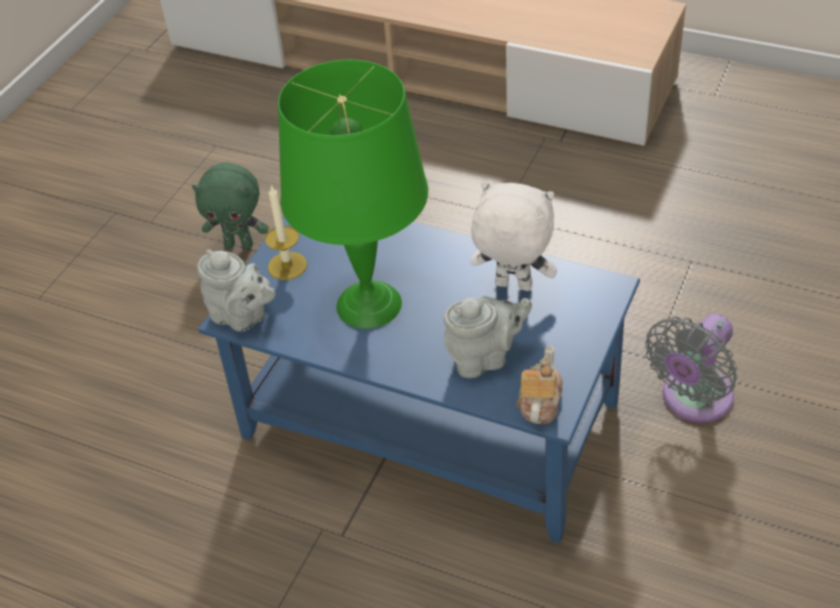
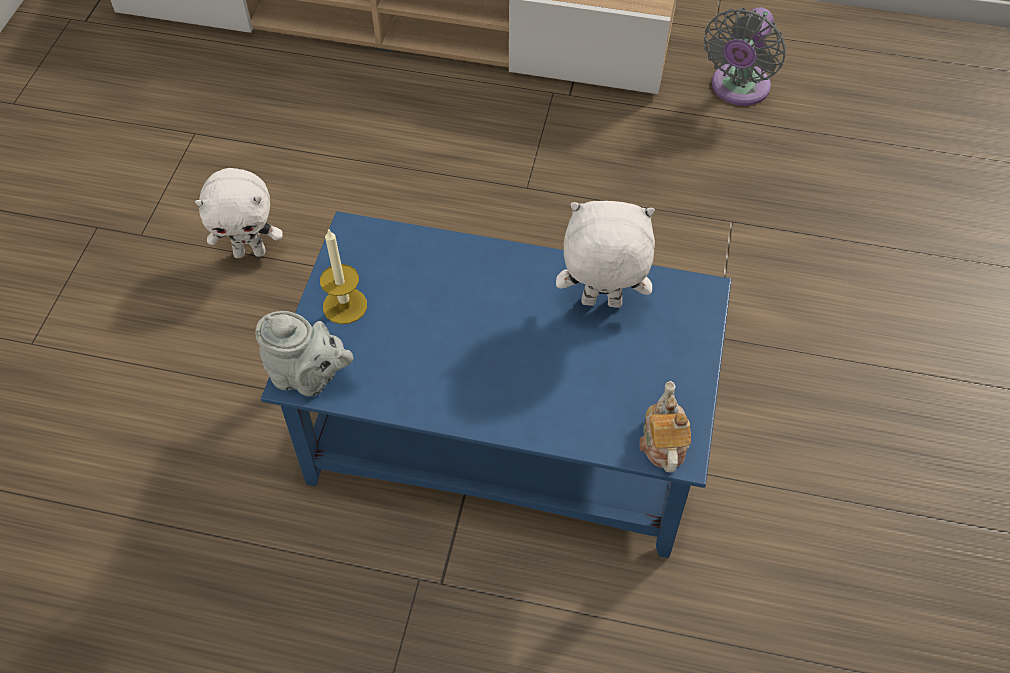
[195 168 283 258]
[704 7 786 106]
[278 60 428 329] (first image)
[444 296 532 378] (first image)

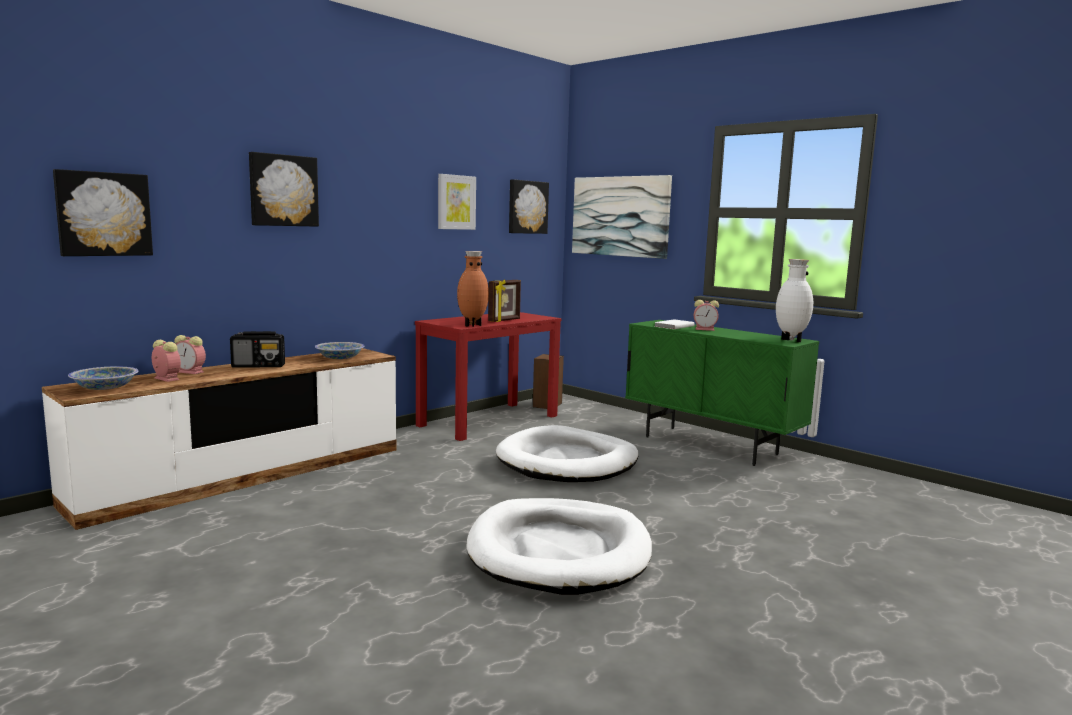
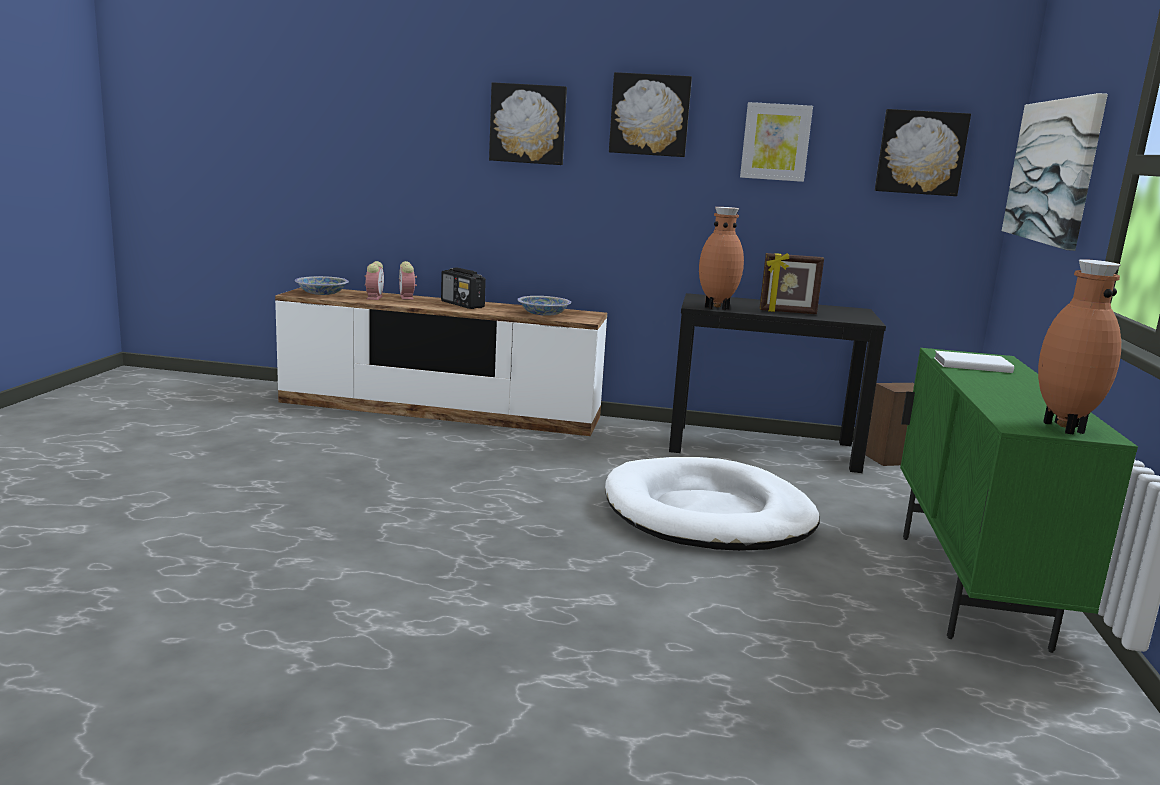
[609 72 692 157]
[669 293 886 473]
[1038 259 1121 434]
[466 498 652 595] (first image)
[694 300 719 331] (first image)

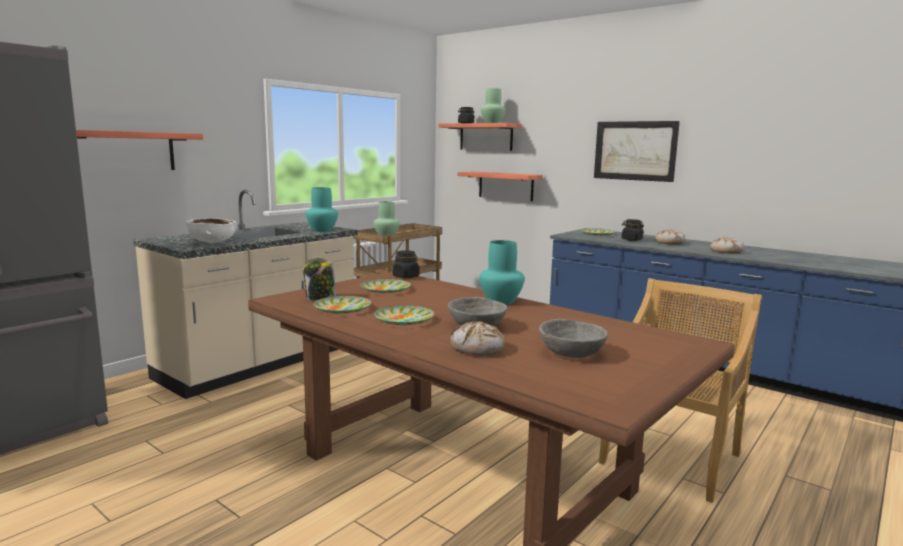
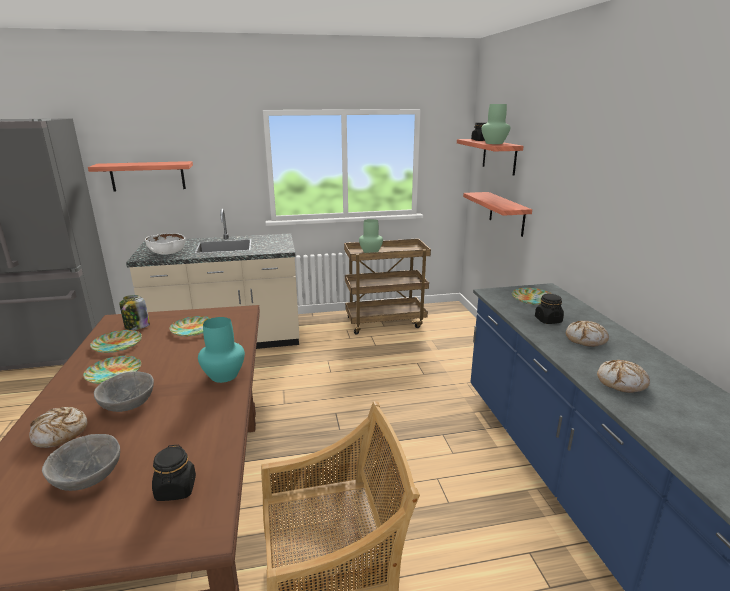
[152 445 196 501]
[306 187 338 232] (first image)
[594 121 680 182] (first image)

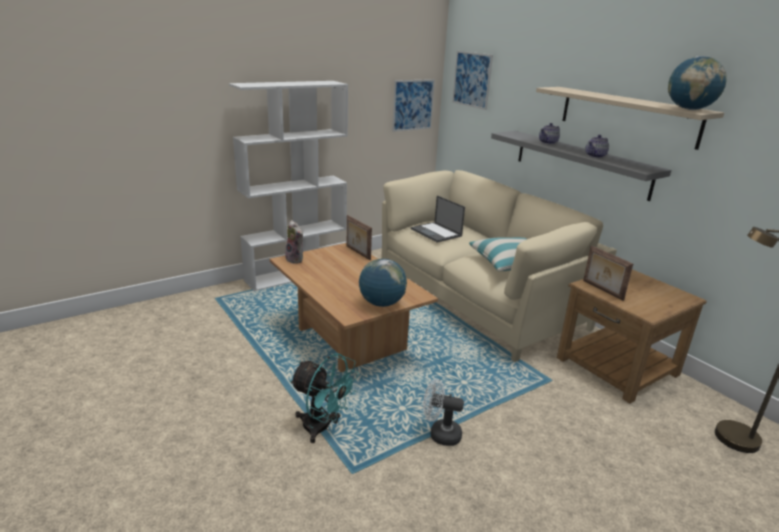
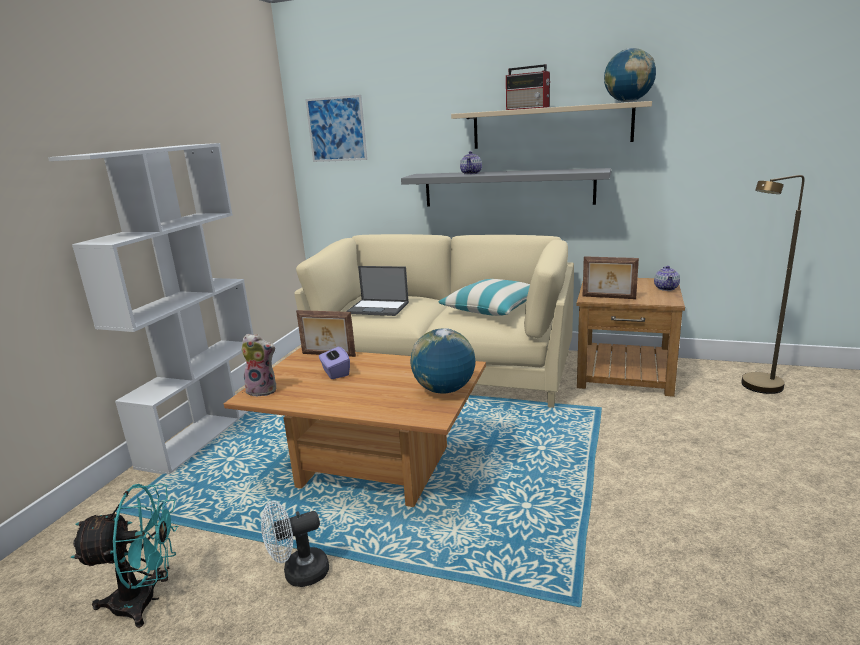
[71 484 179 628]
[261 501 329 587]
[319 347 350 379]
[506 64 550 110]
[654 266 680 291]
[392 79 435 132] (first image)

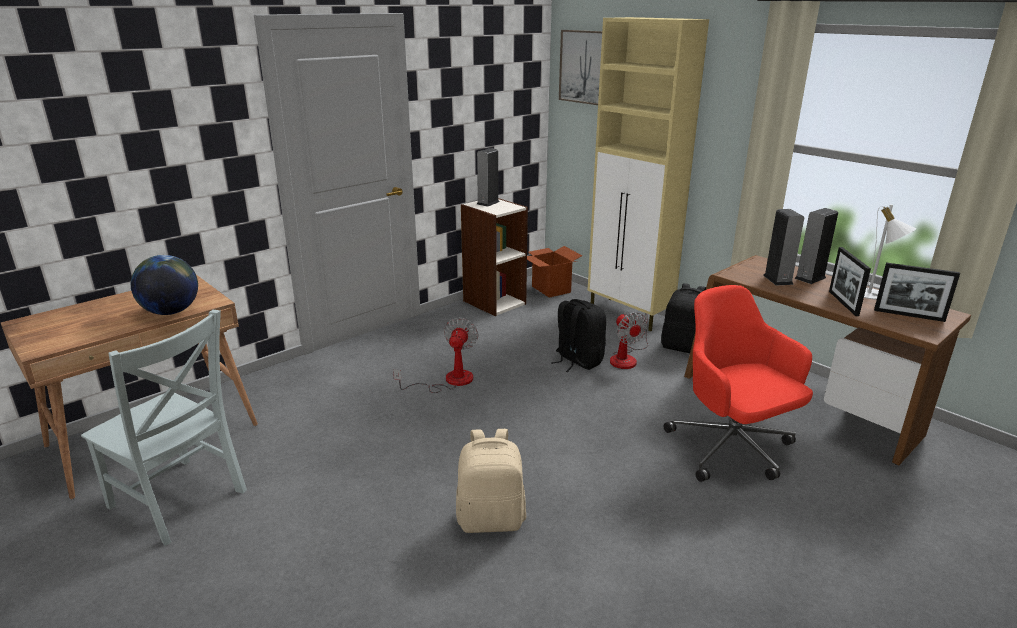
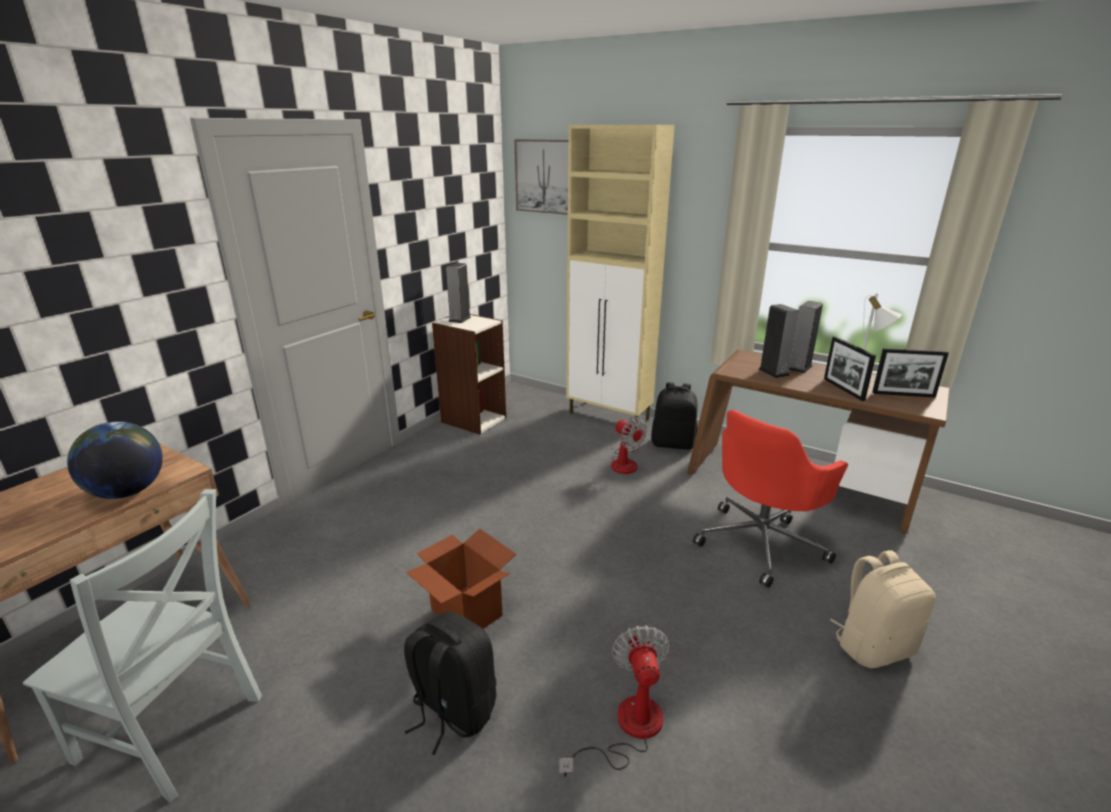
[404 612 496 755]
[406 529 516 629]
[559 625 670 777]
[693 410 848 588]
[830 550 936 668]

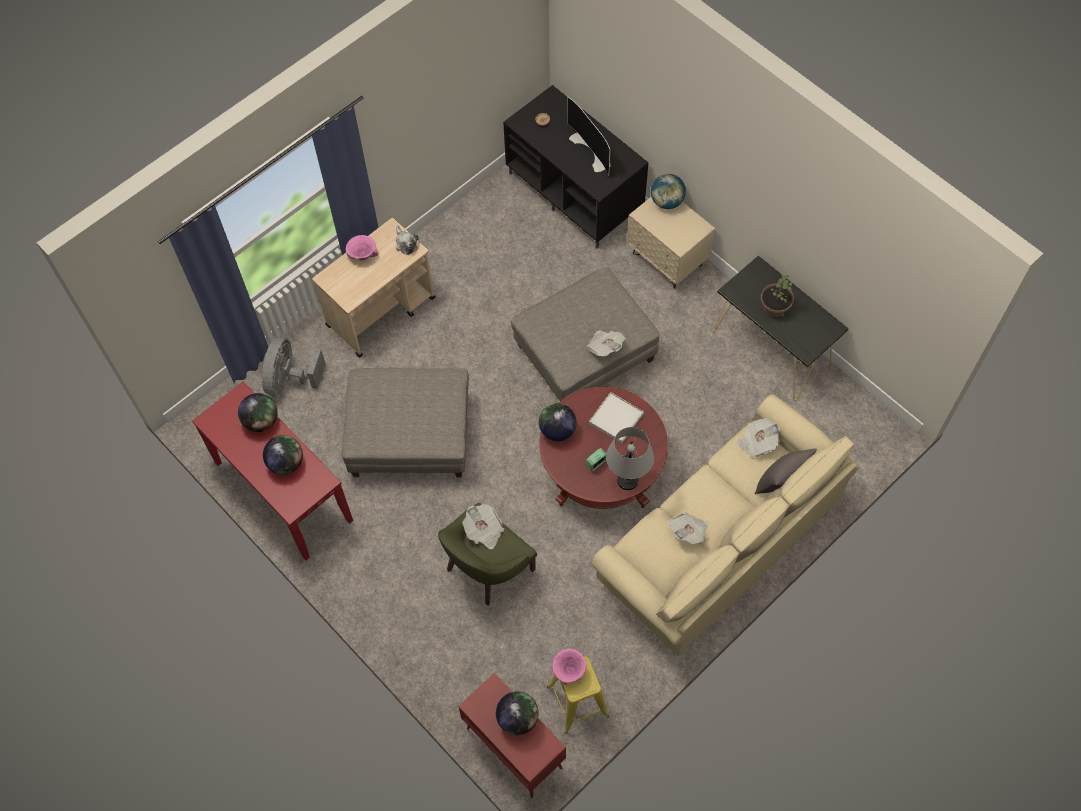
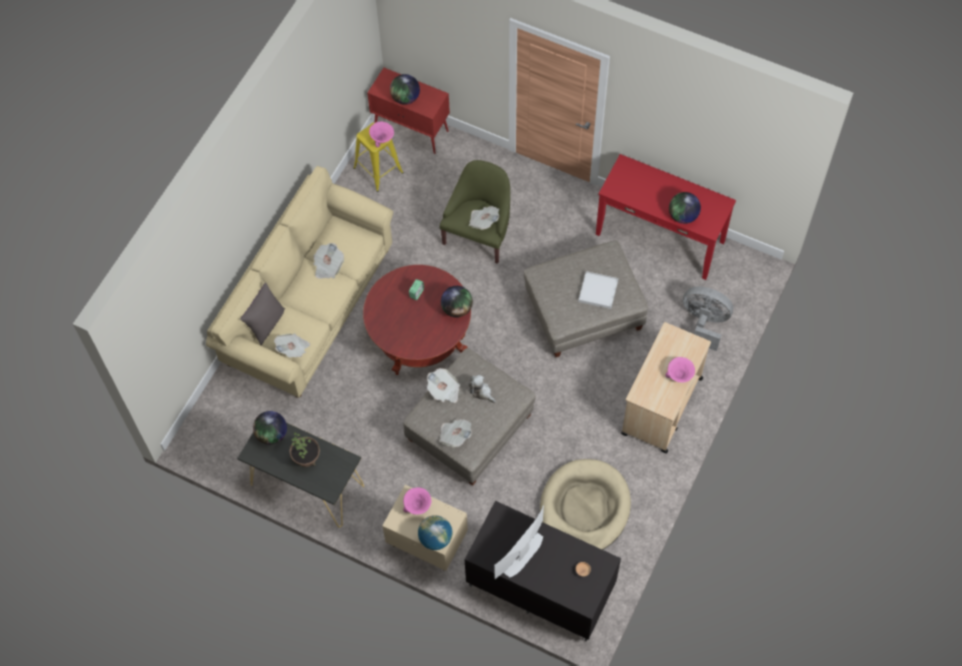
[253 411 287 445]
[403 487 432 515]
[439 419 472 447]
[469 374 496 403]
[494 506 544 579]
[540 459 631 550]
[578 271 618 309]
[683 286 733 351]
[606 427 654 490] (first image)

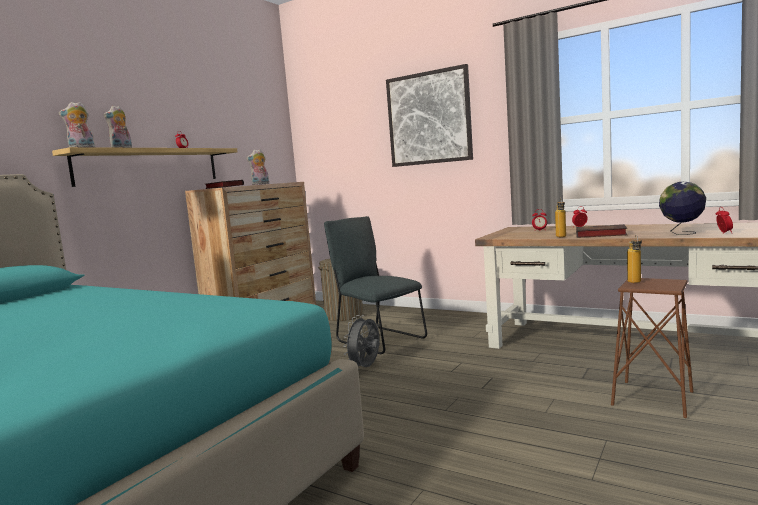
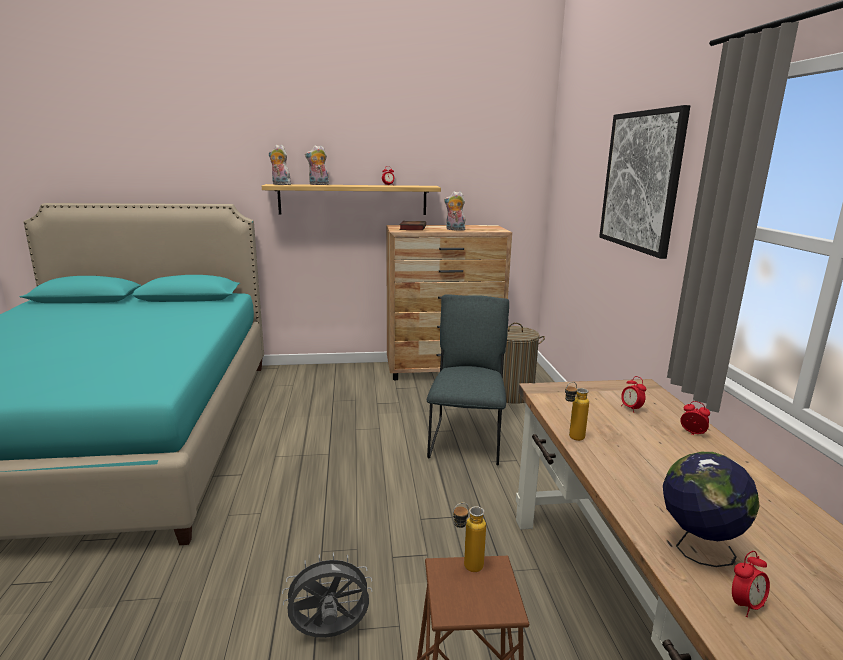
[282 552 372 638]
[576 224 627 238] (first image)

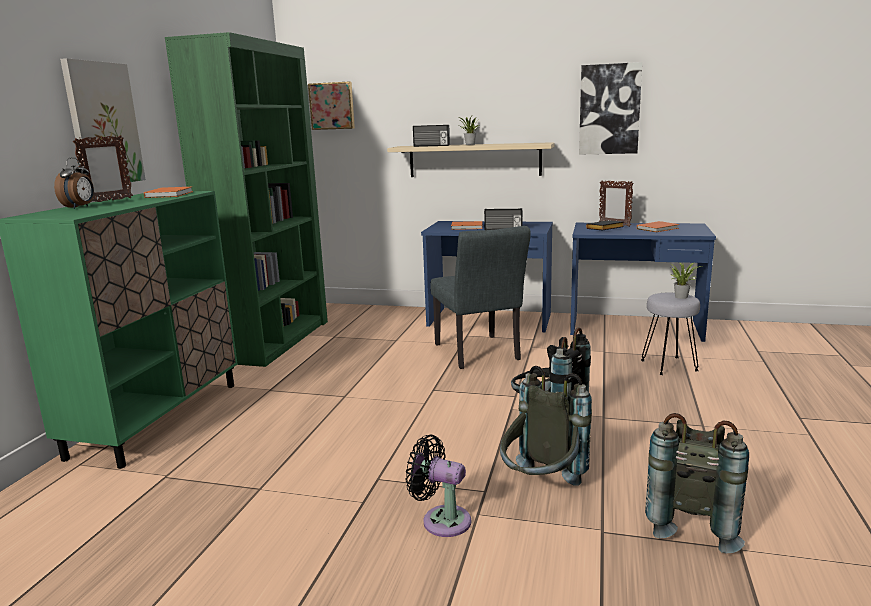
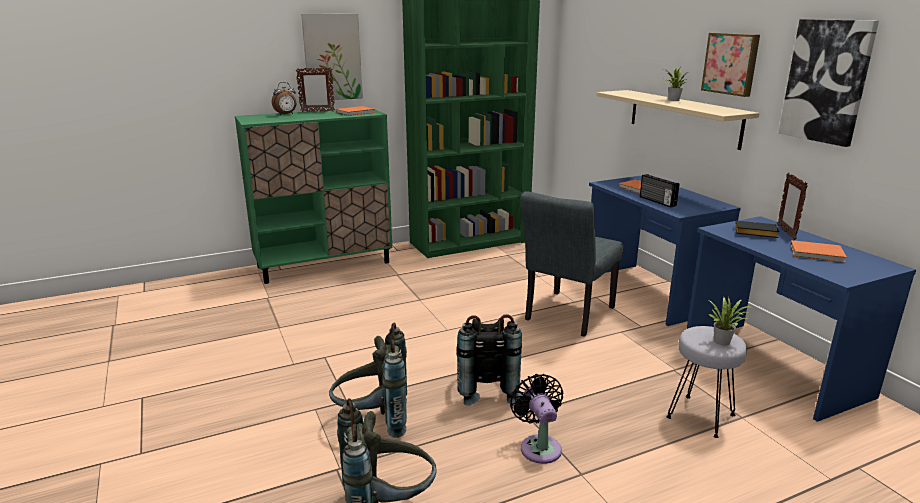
[510 374 563 464]
[701 33 760 97]
[413 125 450 147] (first image)

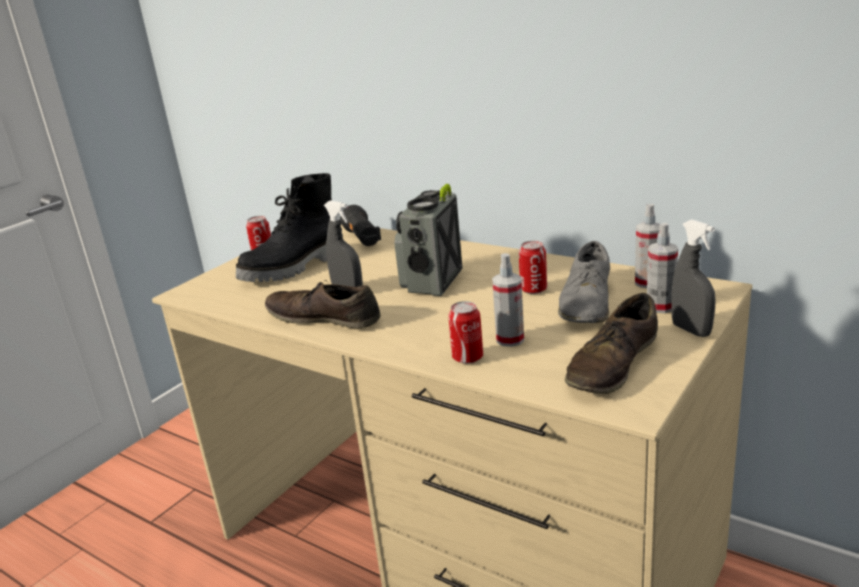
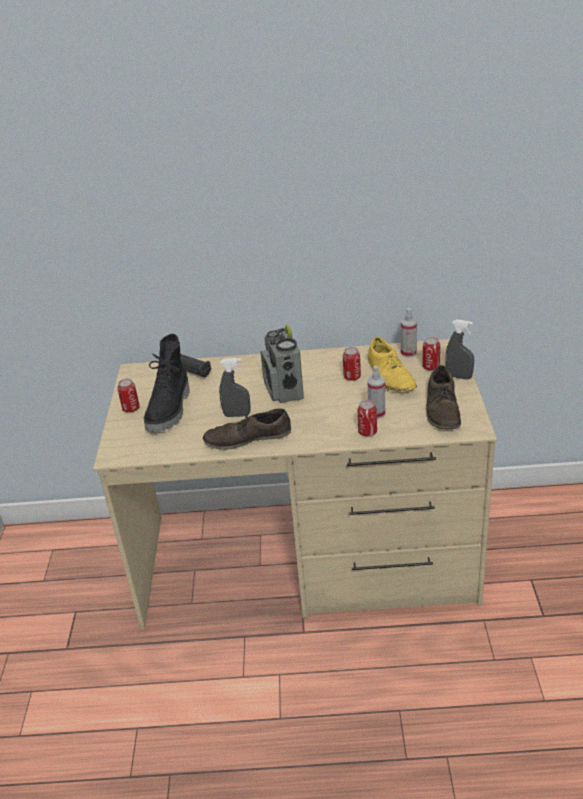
[368 337 417 392]
[422 337 440 371]

